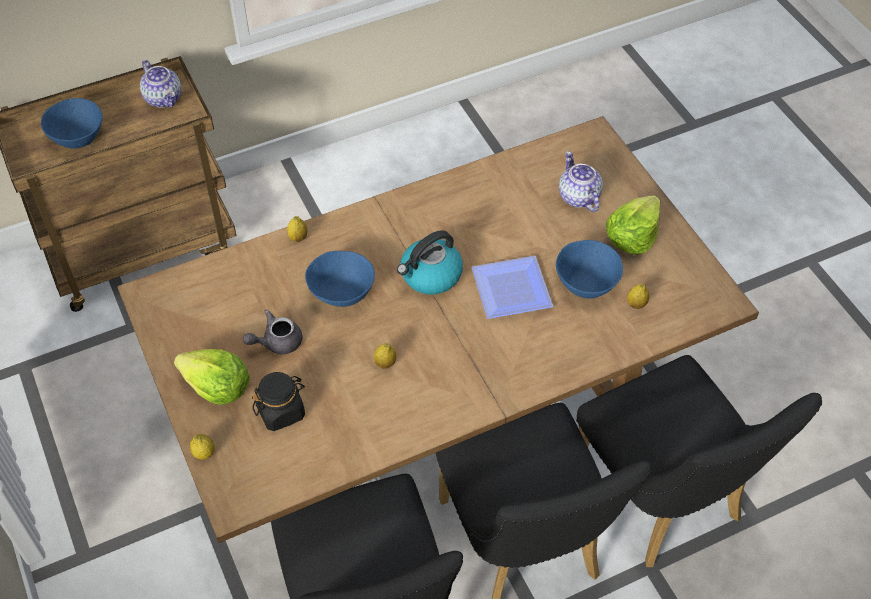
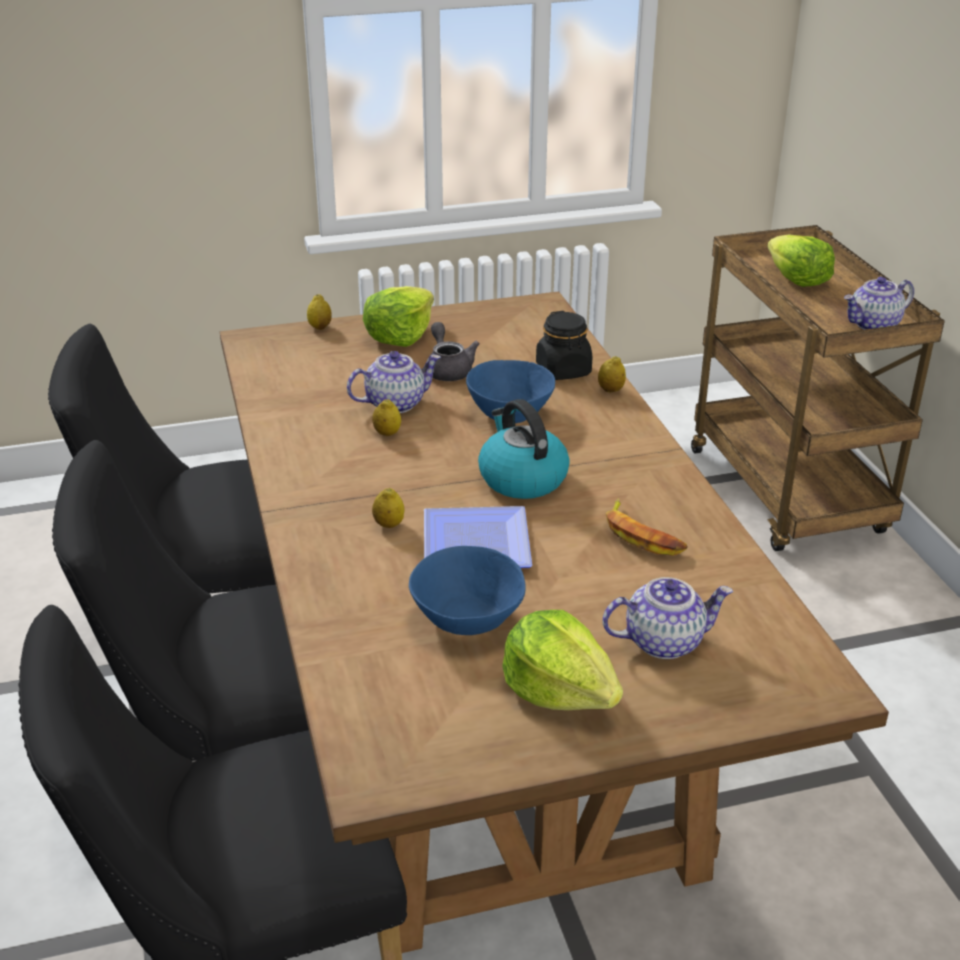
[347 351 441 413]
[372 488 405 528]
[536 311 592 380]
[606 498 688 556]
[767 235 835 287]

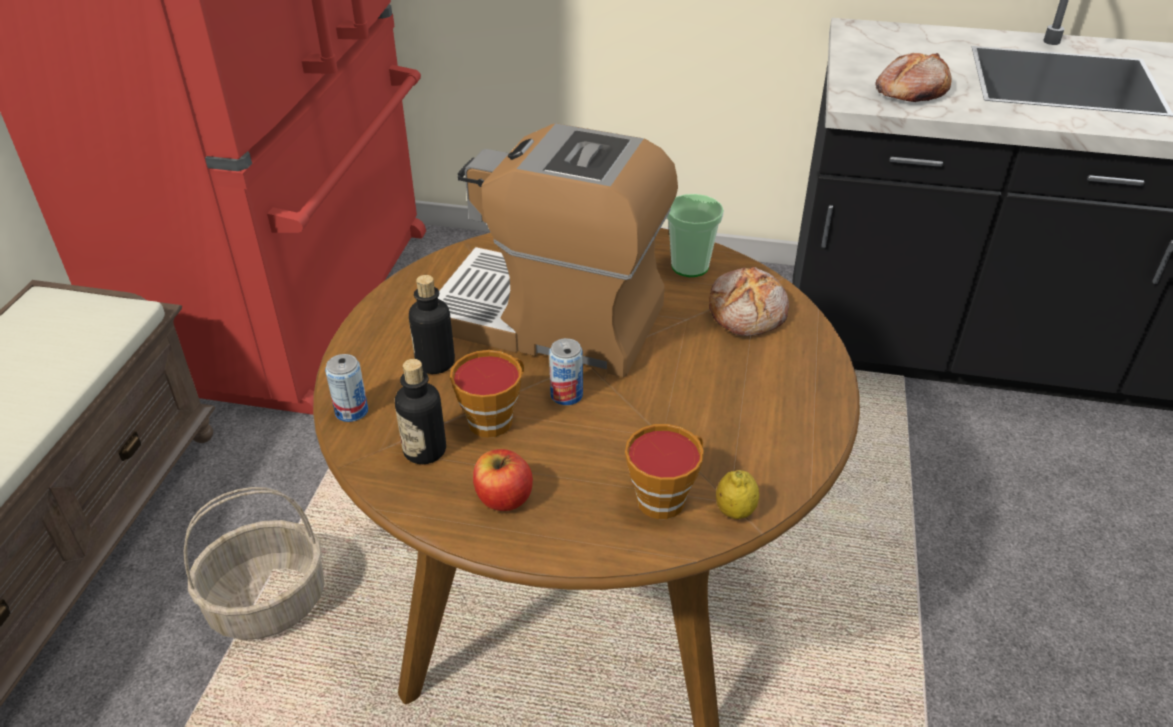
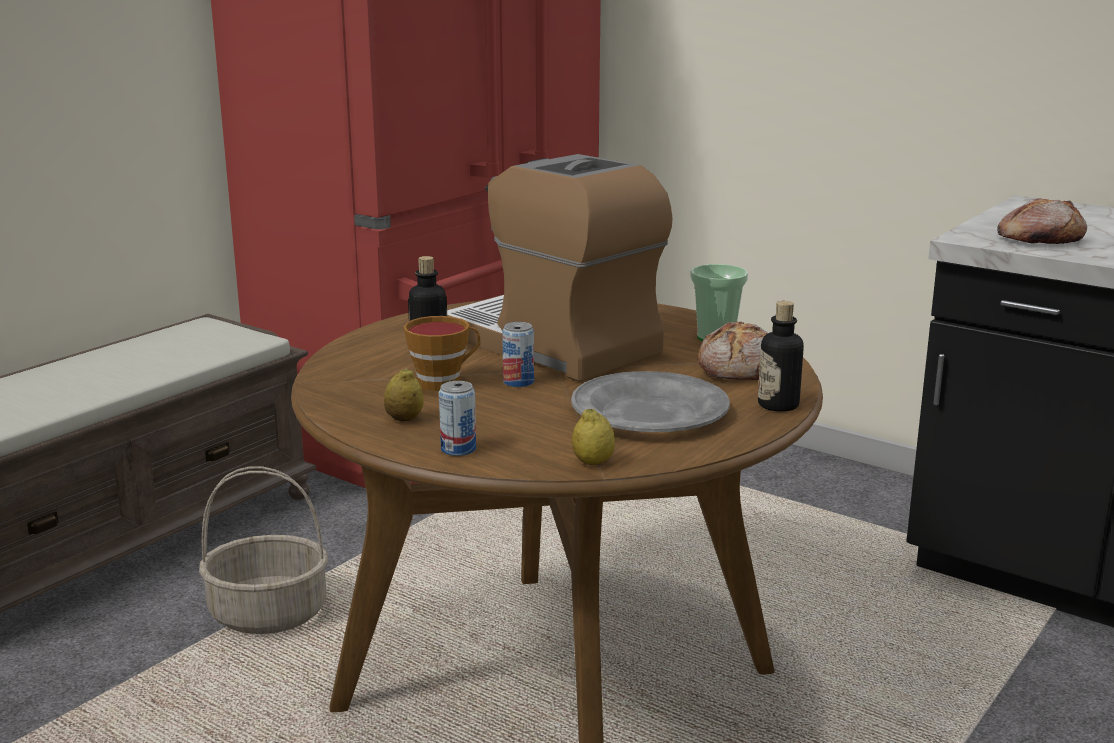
[384 368 424 421]
[439 381 476 456]
[571 371 730 432]
[758 301 804 412]
[625 424 704 519] (first image)

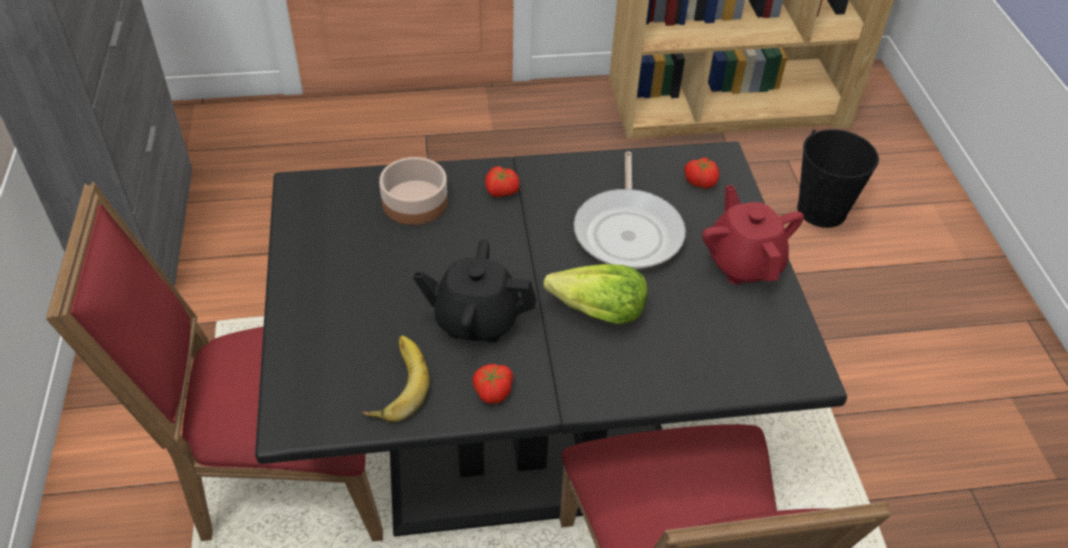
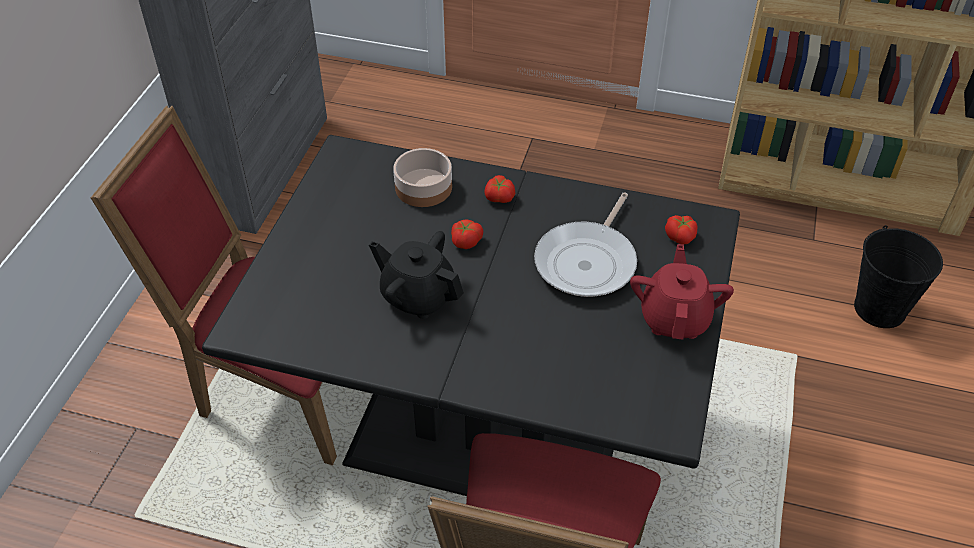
[451 220 483 249]
[361 335 430 422] (first image)
[544 264 648 325] (first image)

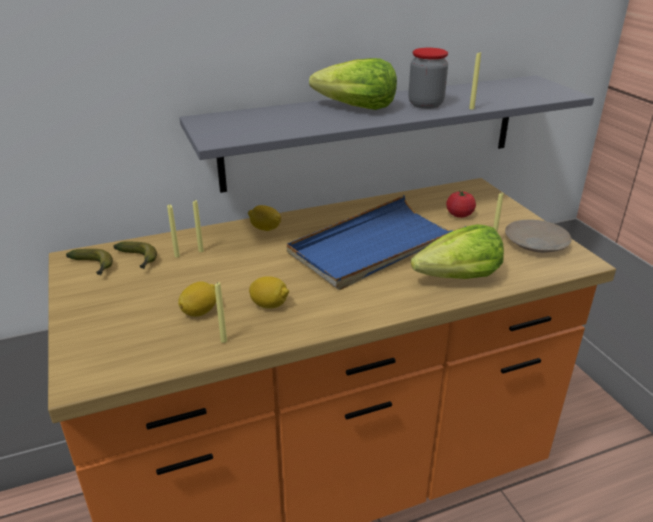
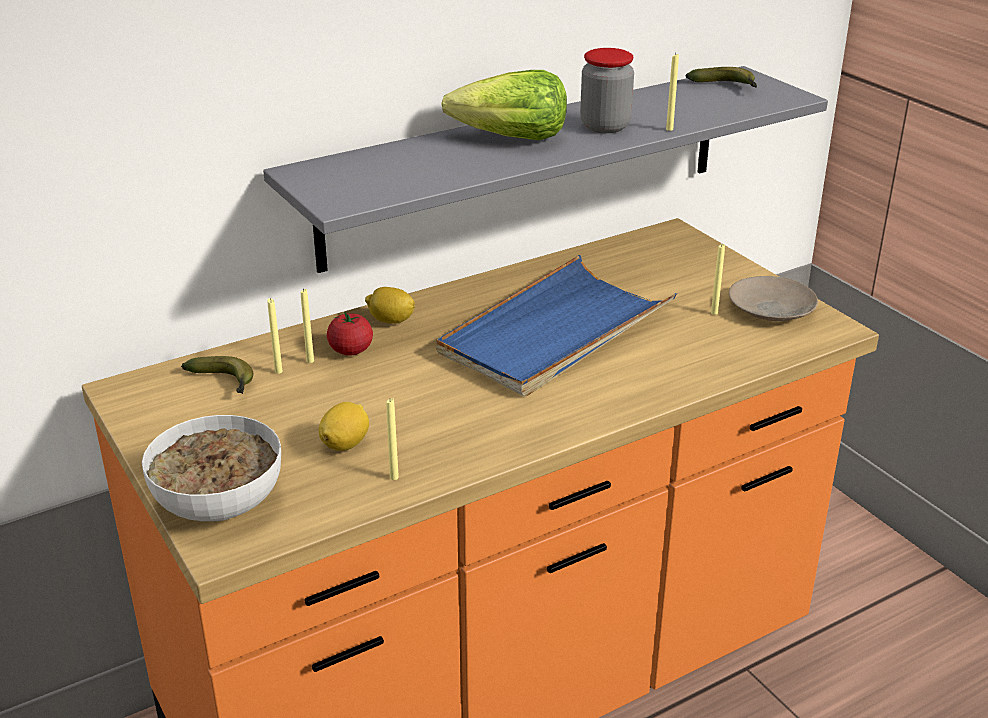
[142 415 281 521]
[327 311 373 356]
[686 67 757 88]
[249 276 289 308] (first image)
[411 224 504 279] (first image)

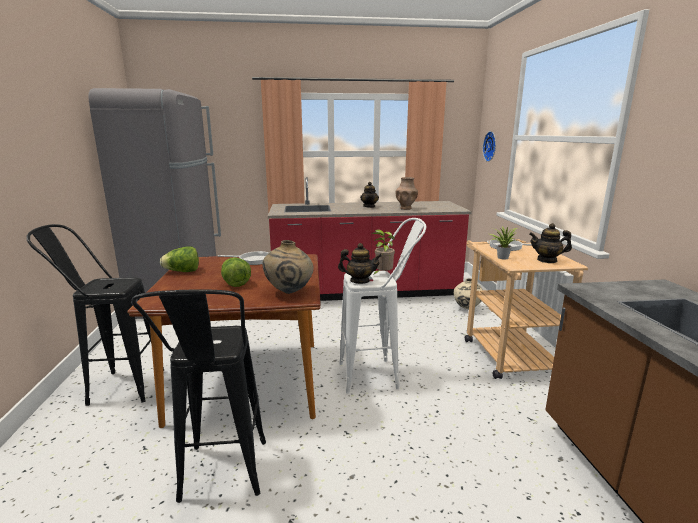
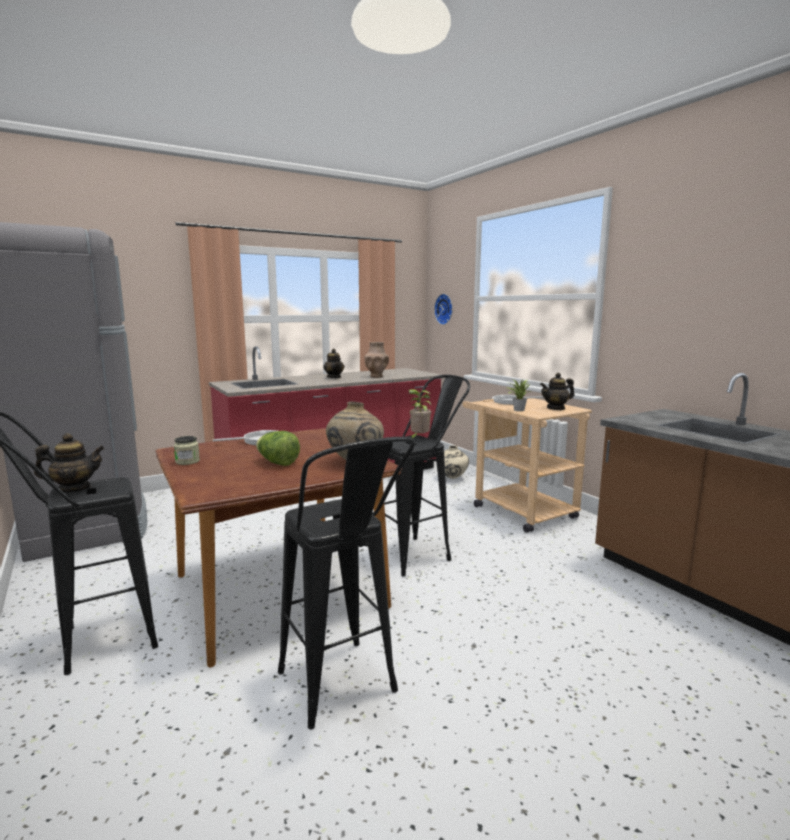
[34 433 105 493]
[174 436 200 465]
[384 375 470 576]

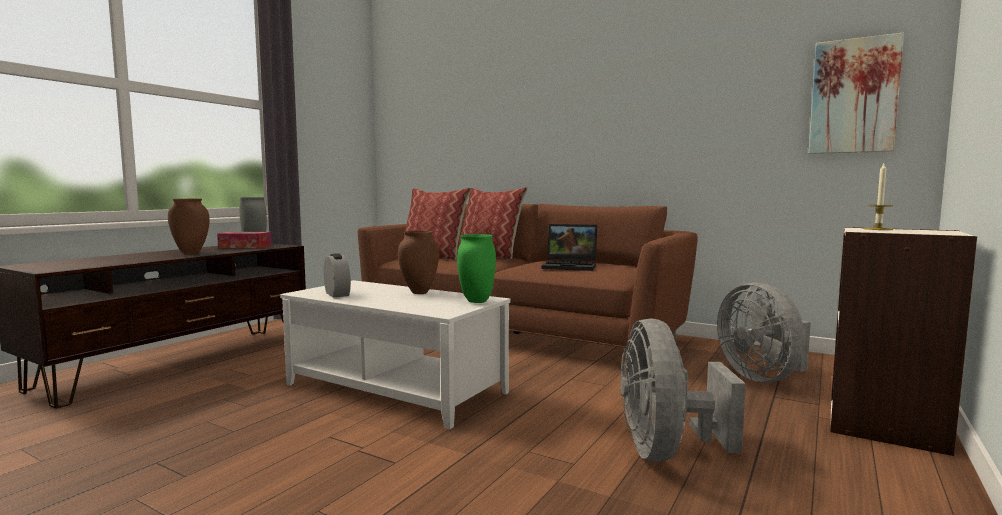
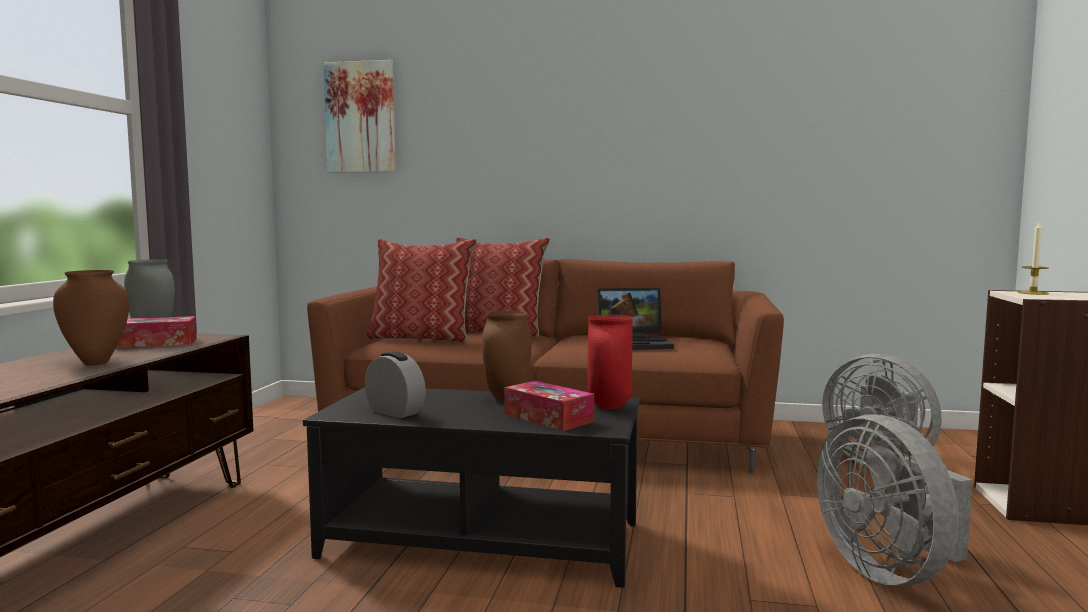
[303 387 640 588]
[323 60 396 173]
[504 381 594 431]
[588 315 633 409]

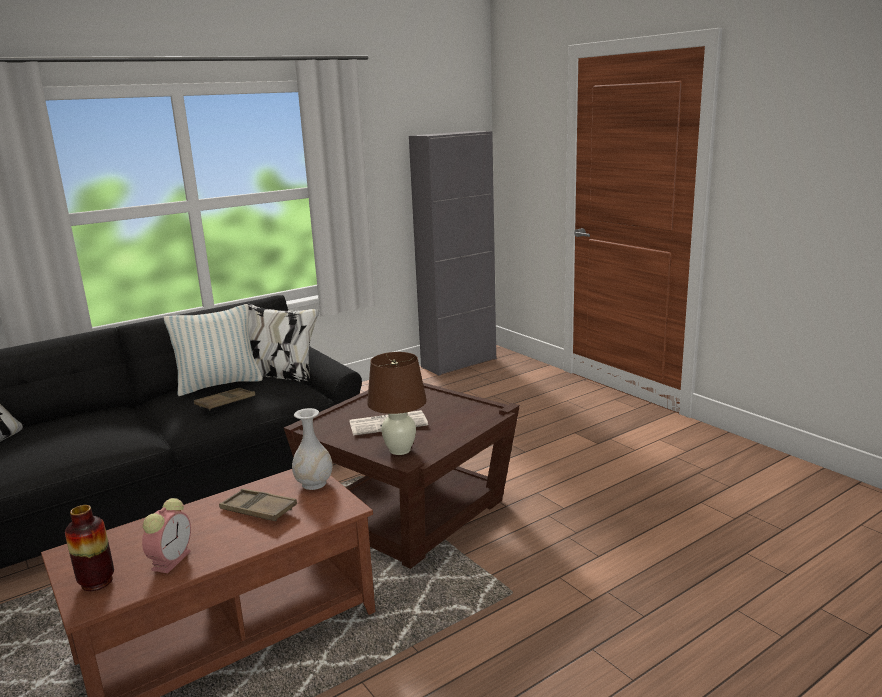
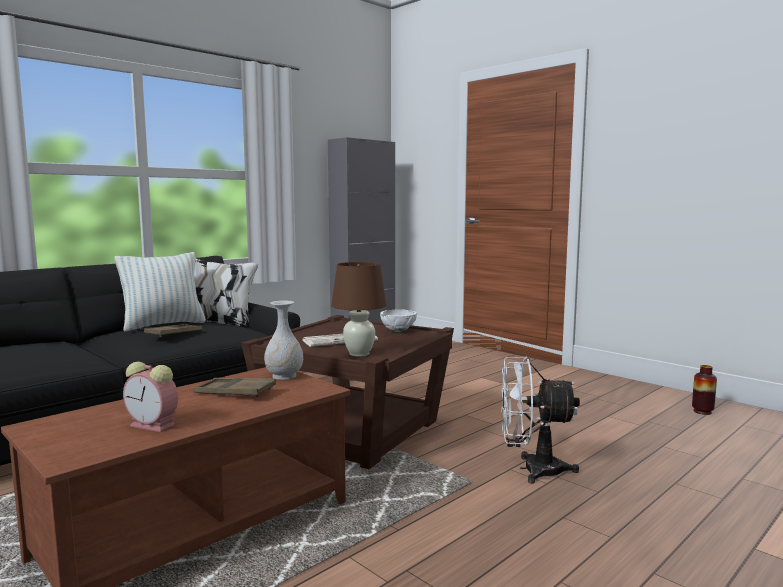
[123 362 178 432]
[380 310 417 332]
[501 356 580 484]
[692 365 717 415]

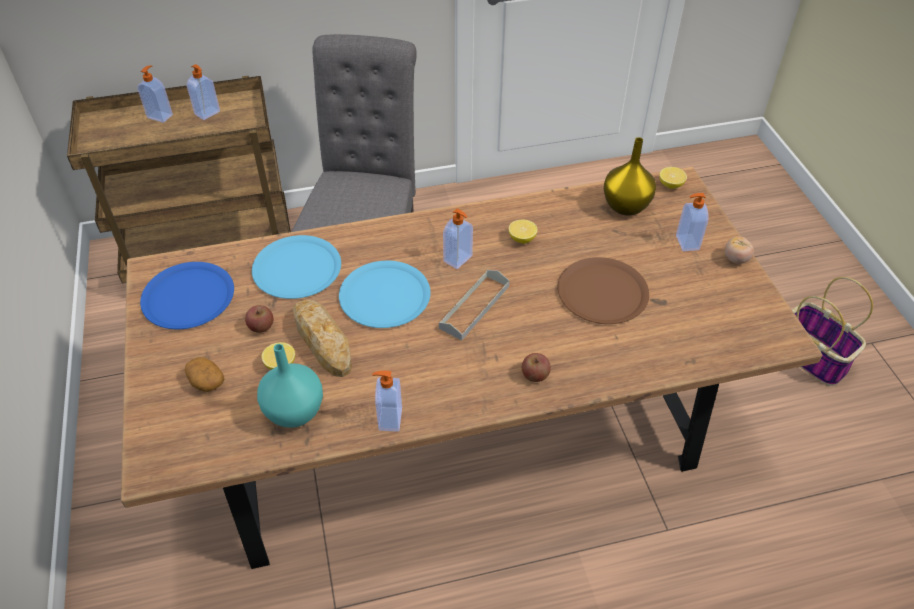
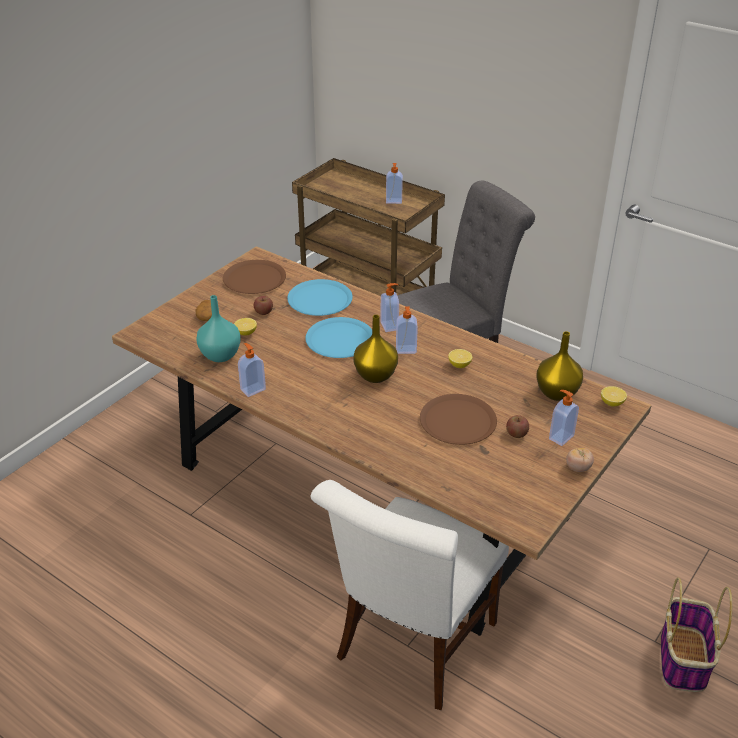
[223 260 286 294]
[311 480 509 710]
[353 315 398 383]
[380 283 399 332]
[506 415 529 438]
[293 300 352 377] (first image)

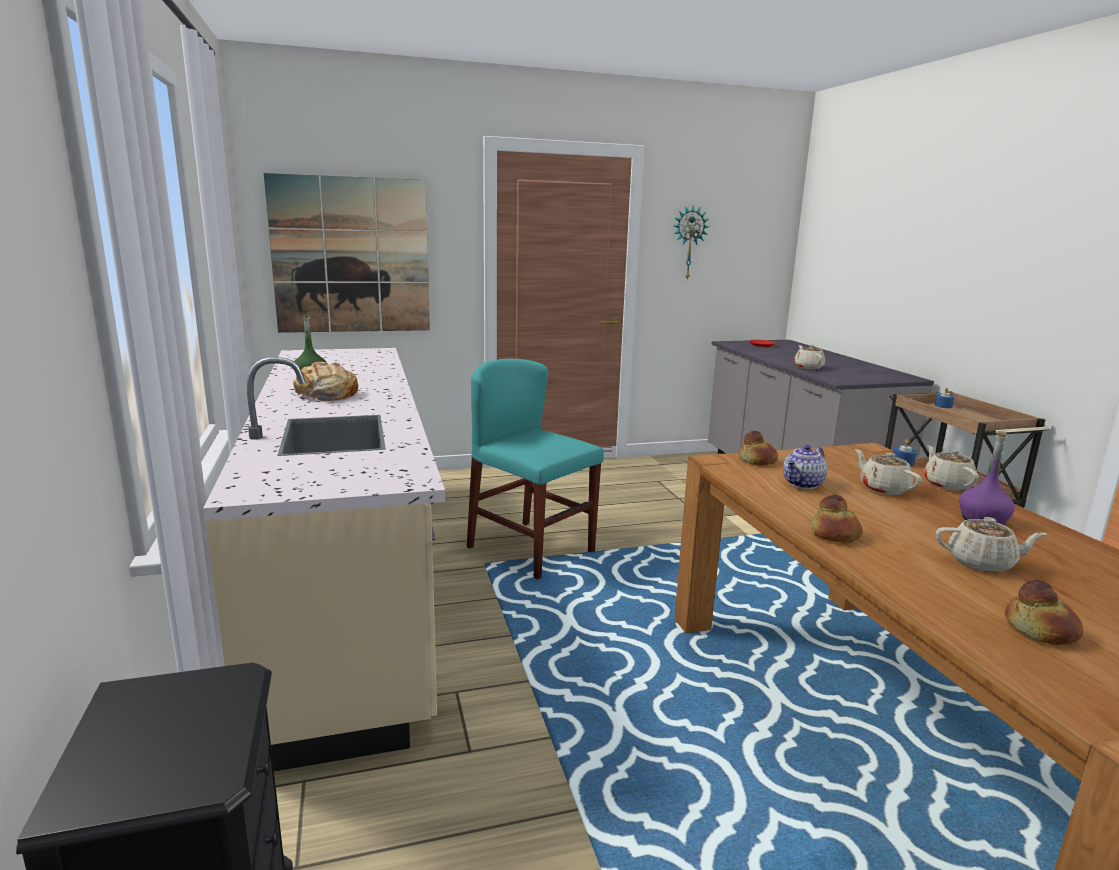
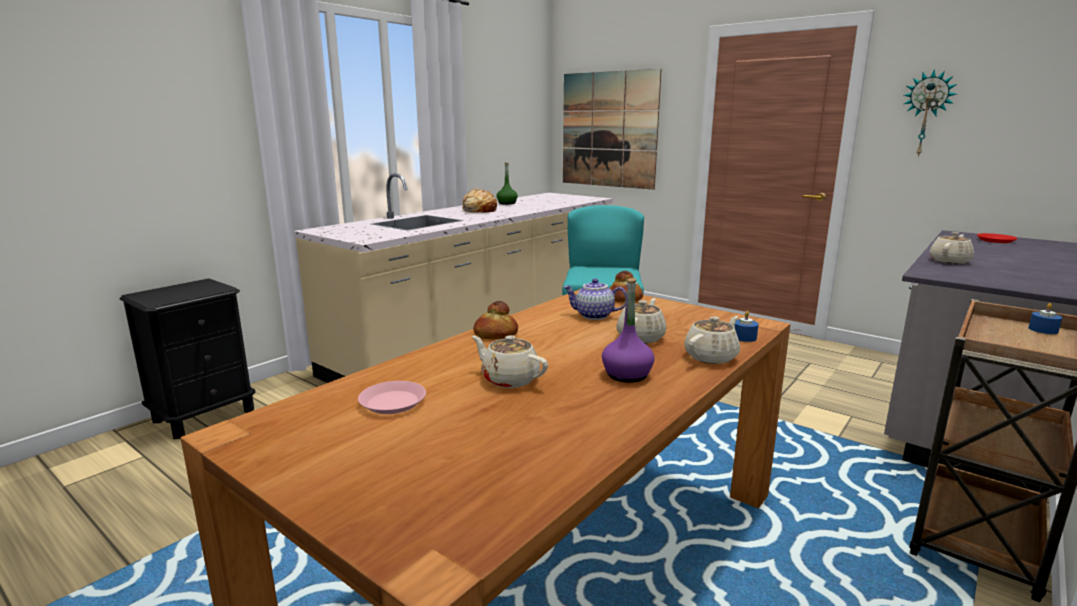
[358 381 426 414]
[472 335 548 388]

